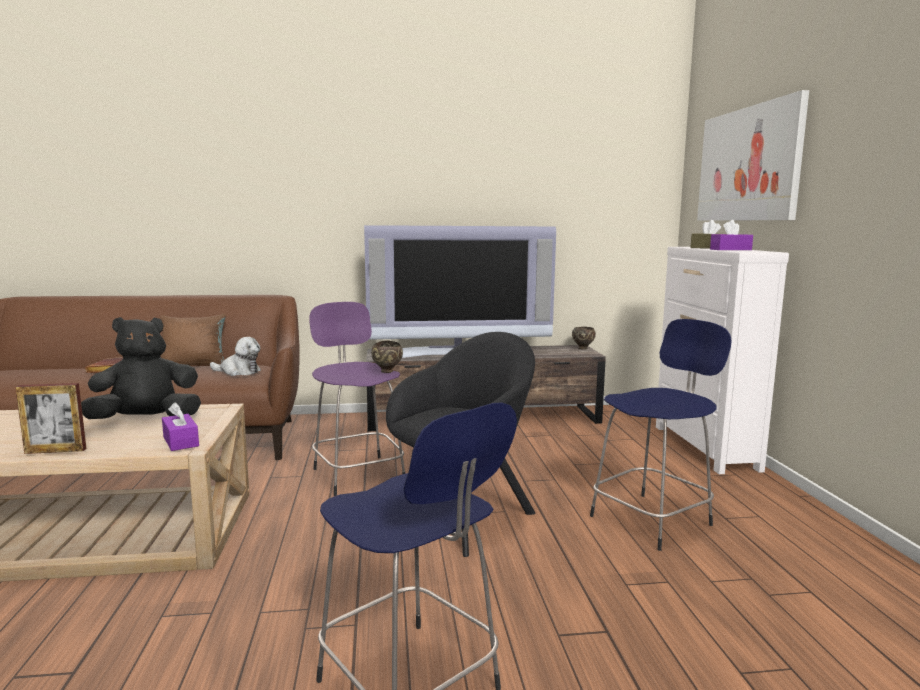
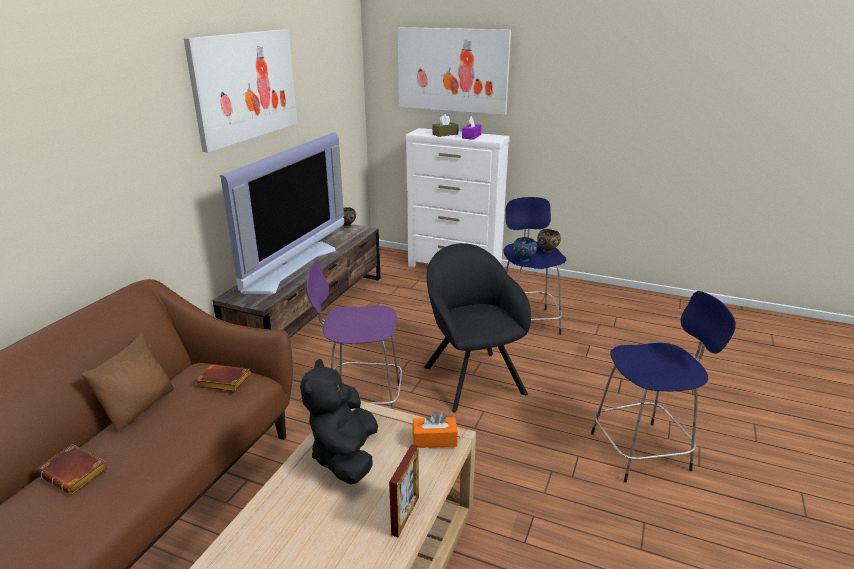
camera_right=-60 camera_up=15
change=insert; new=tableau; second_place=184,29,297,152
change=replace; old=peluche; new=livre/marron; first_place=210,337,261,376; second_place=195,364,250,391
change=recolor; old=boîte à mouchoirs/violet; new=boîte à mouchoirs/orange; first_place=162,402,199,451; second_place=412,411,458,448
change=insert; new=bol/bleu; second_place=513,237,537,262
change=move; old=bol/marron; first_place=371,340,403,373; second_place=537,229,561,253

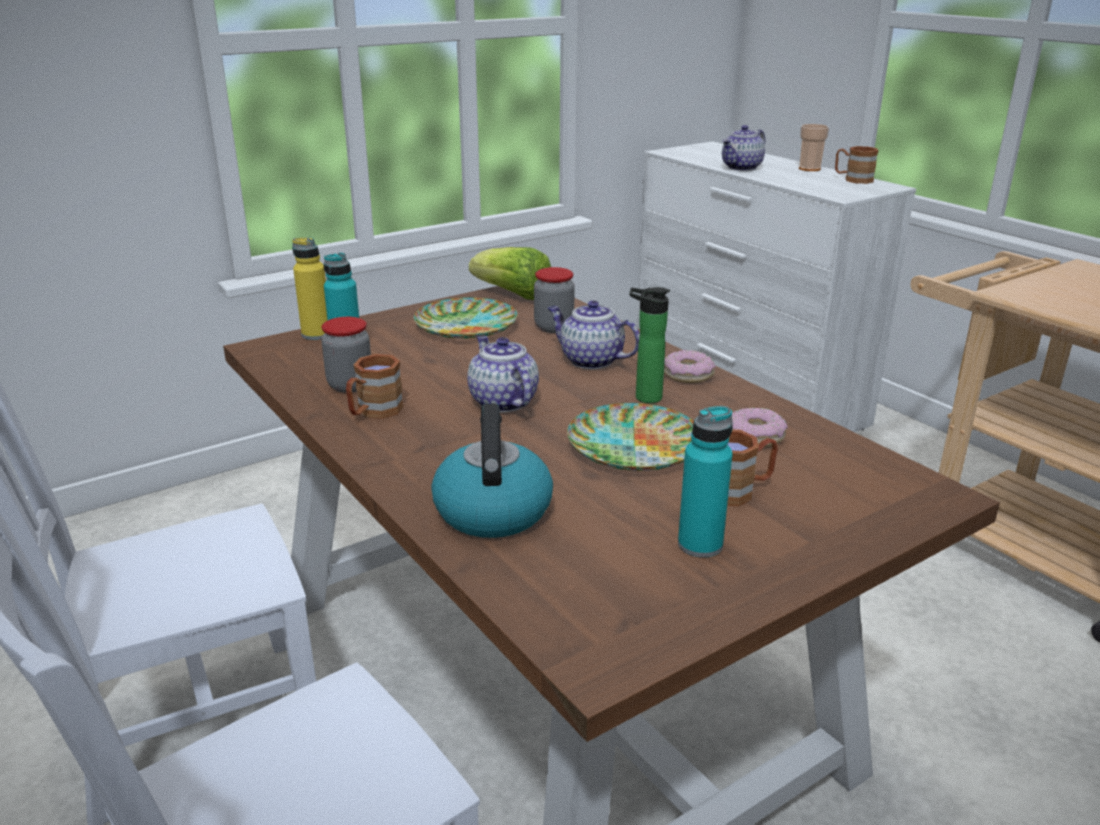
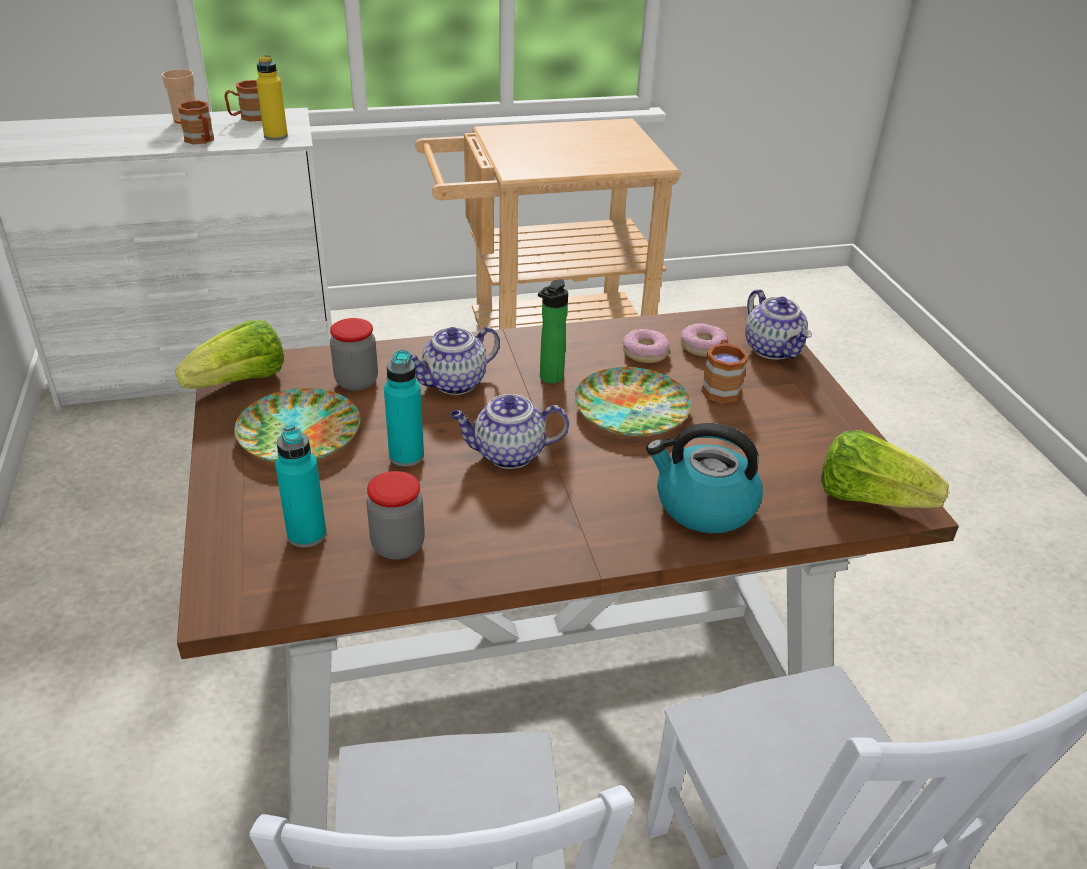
camera_right=-70 camera_up=10
change=move; old=mug/marron; first_place=346,354,404,419; second_place=178,100,214,144
change=move; old=bouteille/jaune; first_place=292,237,328,340; second_place=256,55,288,141
change=move; old=bouteille/turquoise; first_place=678,406,733,558; second_place=384,350,424,467
change=move; old=beignet; first_place=664,350,716,383; second_place=680,323,728,357
change=move; old=théière; first_place=722,125,765,171; second_place=745,289,812,360
change=insert; new=laitue; second_place=821,430,949,508

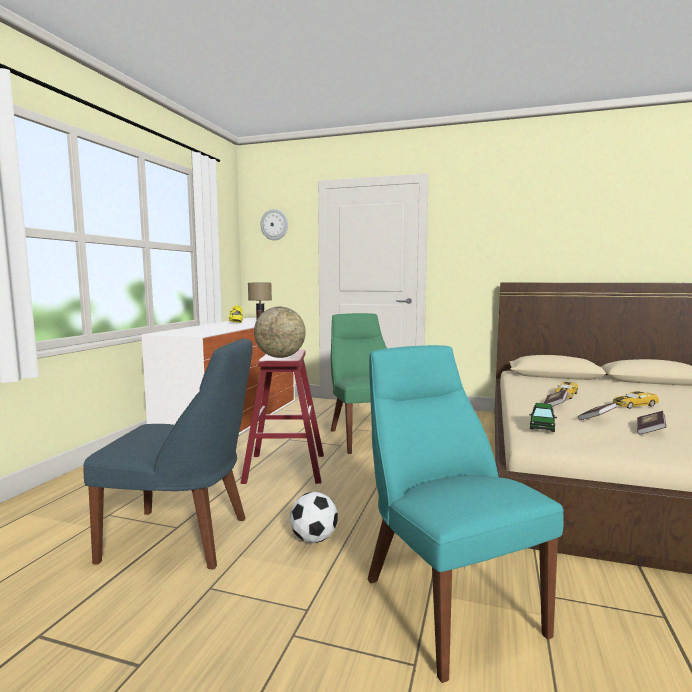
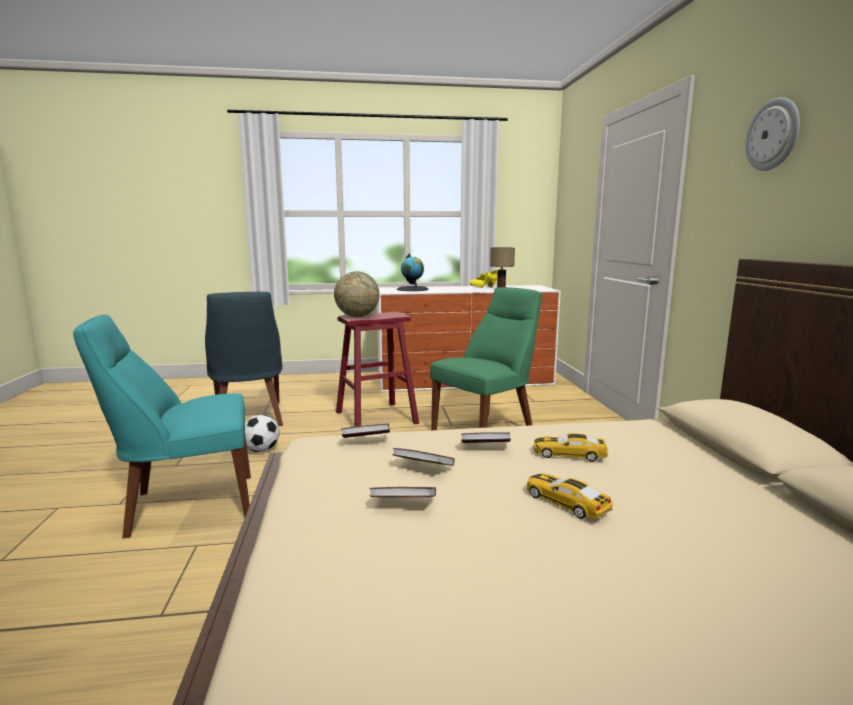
camera_right=65 camera_up=5
change=rotate; old=chaise/turquoise; first_place=368,345,564,683; second_place=73,315,251,538; degrees=-150
change=replace; old=petite voiture; new=livre; first_place=529,403,557,432; second_place=341,424,390,438
change=insert; new=globe; second_place=397,253,429,291
change=move; old=horloge murale; first_place=261,209,288,240; second_place=745,97,800,171

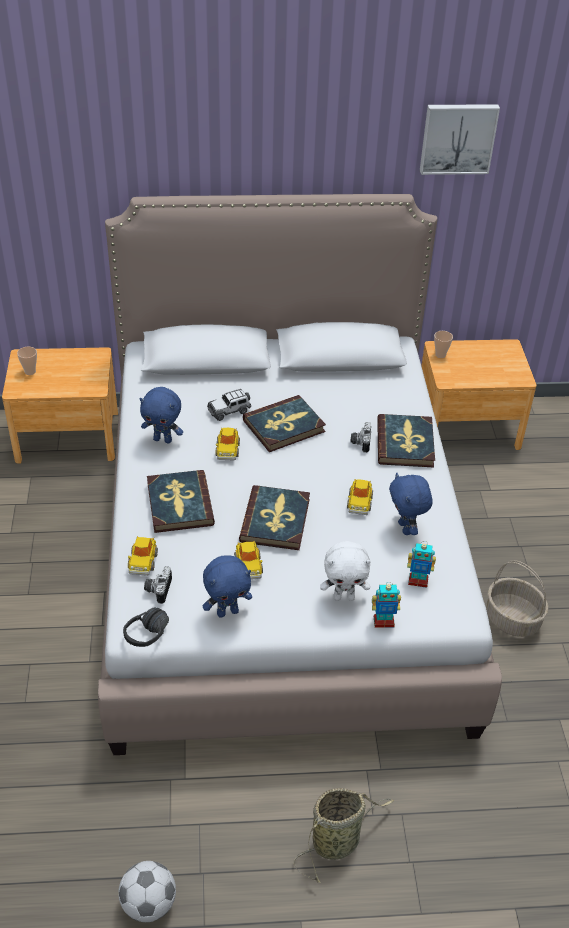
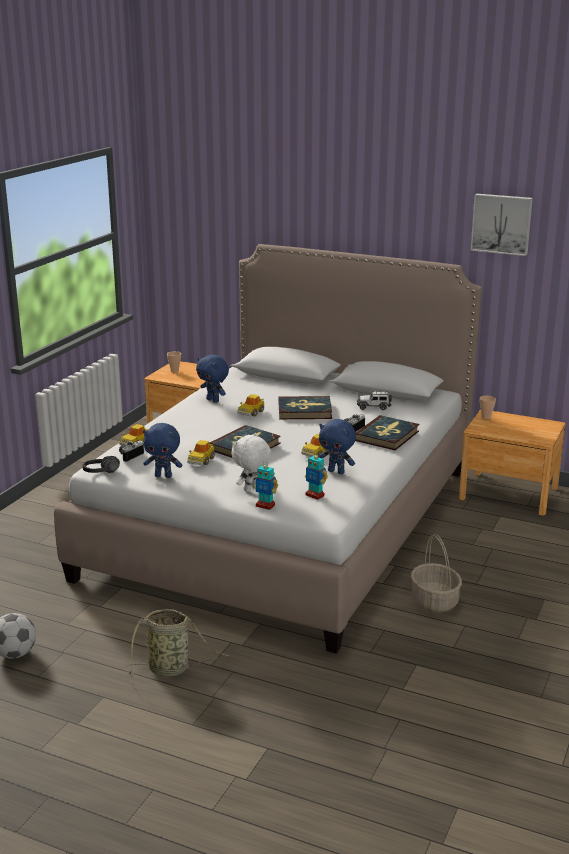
camera_right=30 camera_up=-20
change=rotate; old=peluche/blanc; first_place=320,541,371,601; second_place=231,433,271,492; degrees=105
change=rotate; old=peluche/bleu; first_place=389,473,433,535; second_place=319,419,356,474; degrees=-75
change=move; old=petite voiture; first_place=207,389,251,421; second_place=357,391,392,410
change=delete; old=livre; first_place=147,470,215,533

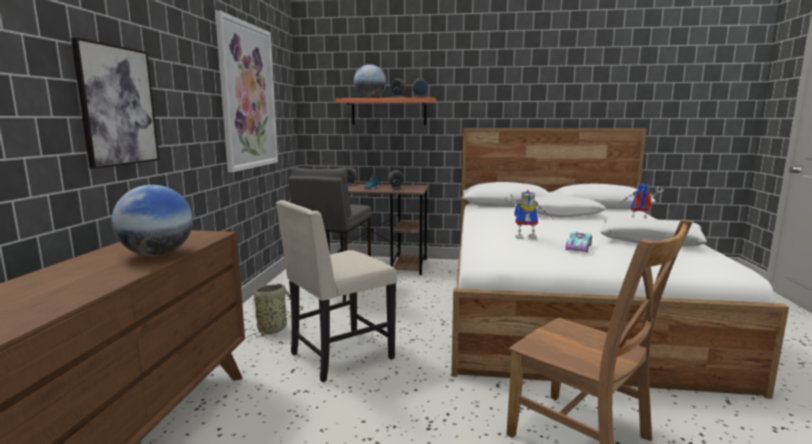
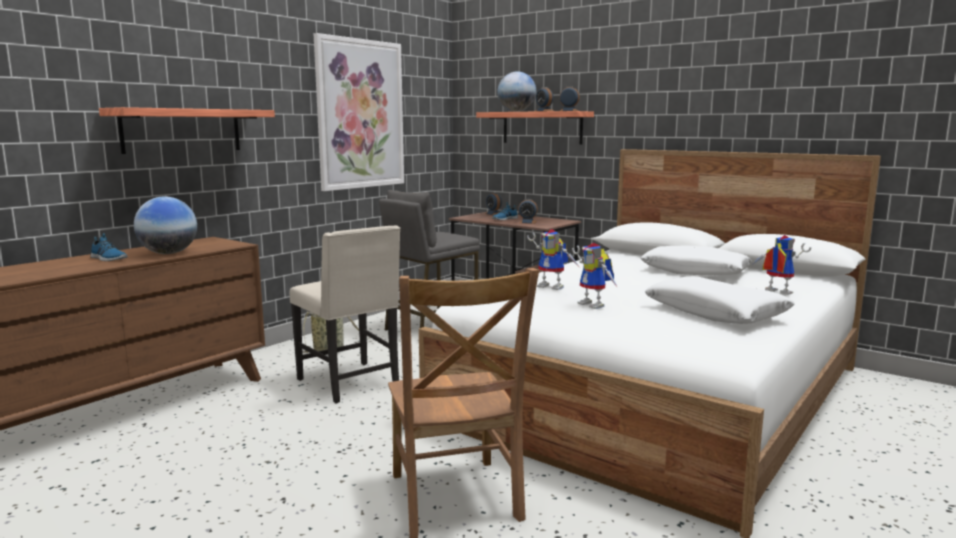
camera_right=30 camera_up=0
change=insert; new=chaussure; second_place=91,233,128,261
change=replace; old=tableau; new=étagère; first_place=71,37,159,169; second_place=99,107,275,154
change=rotate; old=chaise/beige; first_place=276,200,397,382; second_place=290,225,400,404; degrees=-120
change=replace; old=petite voiture; new=robot jouet; first_place=566,232,592,252; second_place=572,243,617,309

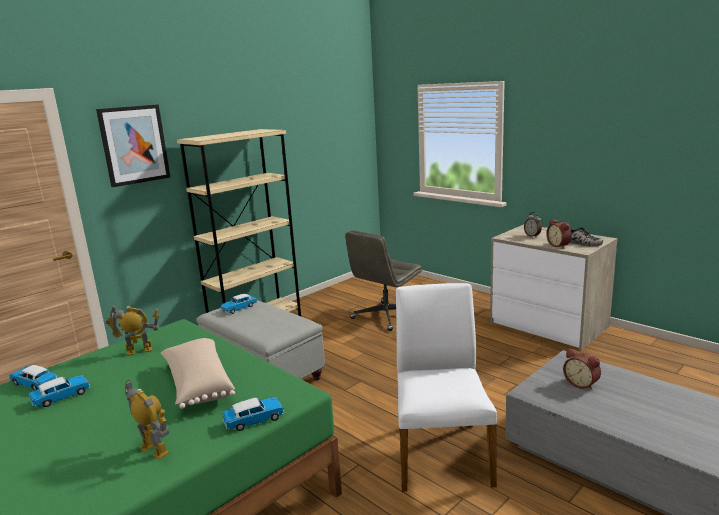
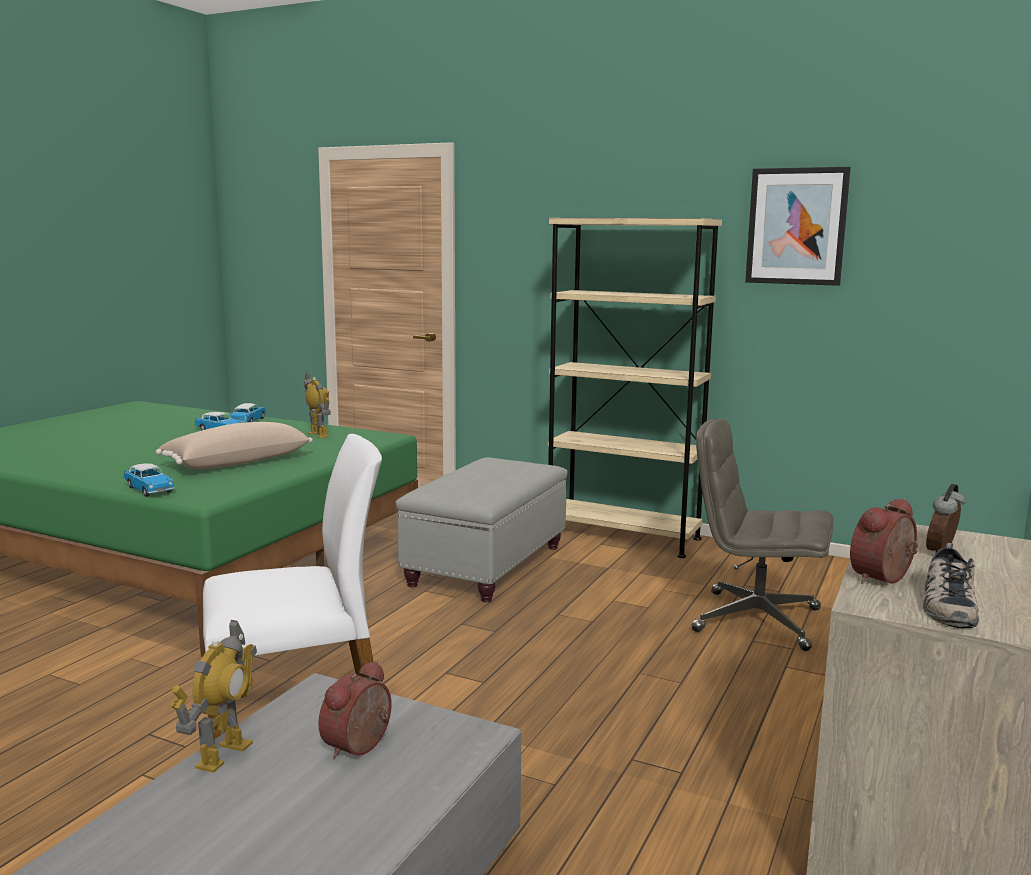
camera_right=70 camera_up=-5
change=move; old=robot jouet; first_place=125,380,170,460; second_place=171,620,257,773
change=move; old=tableau; first_place=96,104,170,187; second_place=745,167,851,286
change=delete; old=petite voiture; first_place=221,294,257,314

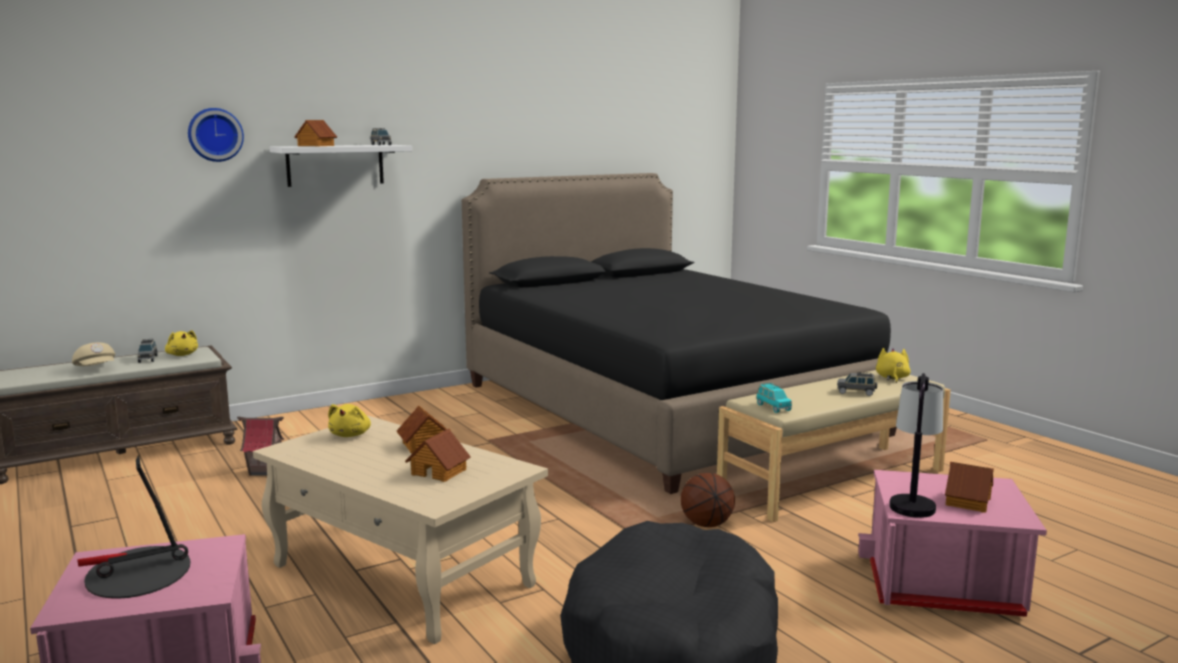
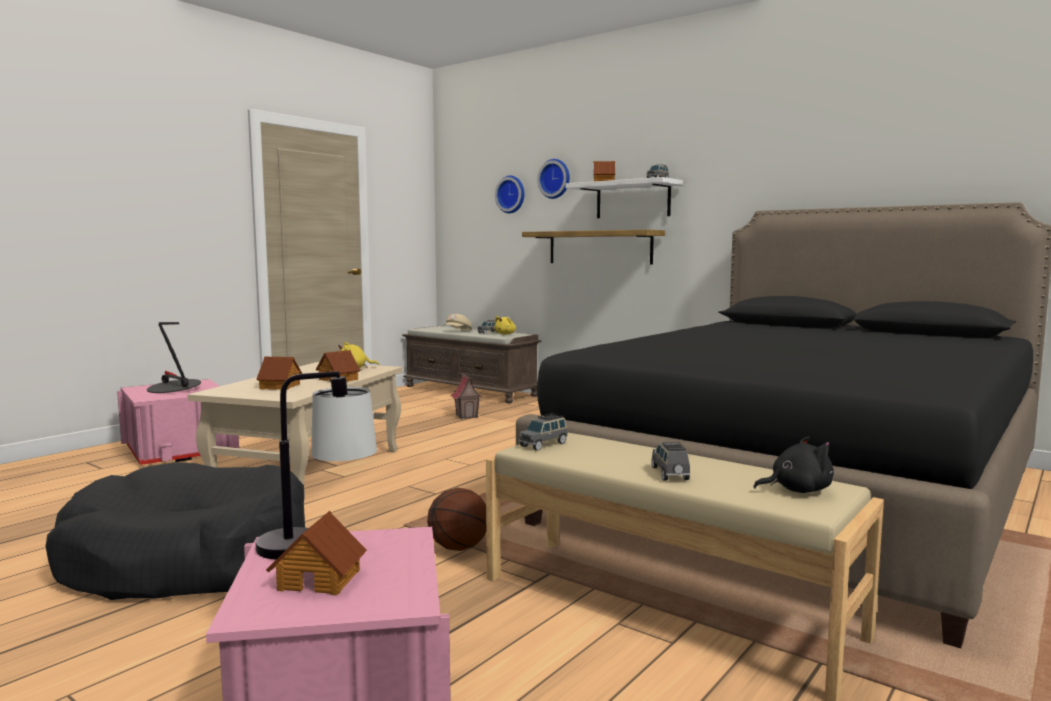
camera_right=70 camera_up=-5
change=insert; new=horloge murale; second_place=495,176,525,213
change=recolor; old=petite voiture/turquoise; new=petite voiture/gris; first_place=757,383,792,413; second_place=519,413,568,451
change=insert; new=étagère; second_place=522,230,665,265
change=recolor; old=peluche/jaune; new=peluche/noir; first_place=876,348,911,383; second_place=753,436,834,493

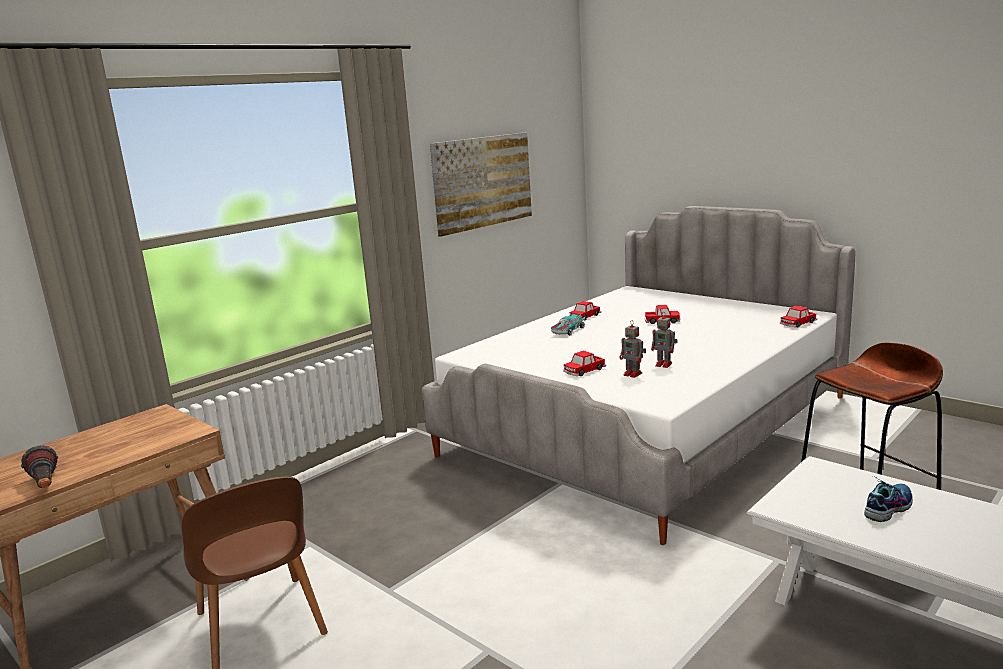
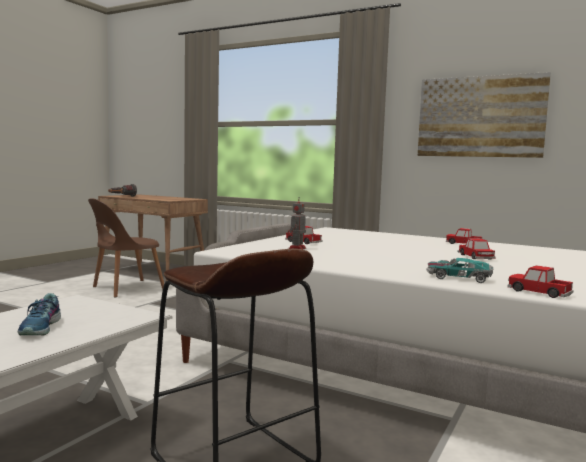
camera_right=75 camera_up=-10
change=rotate; old=chaussure; first_place=864,476,913,522; second_place=18,293,61,336; degrees=45
change=move; old=petite voiture; first_place=551,315,585,335; second_place=426,258,494,283
change=delete; old=robot jouet; first_place=651,315,678,368

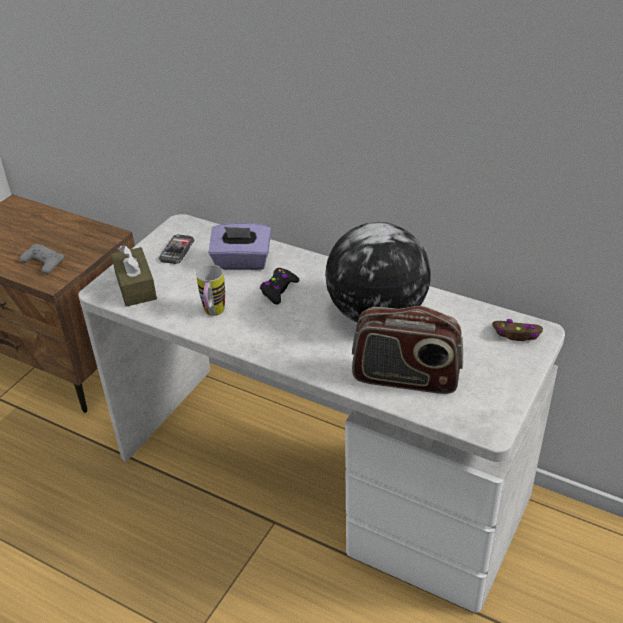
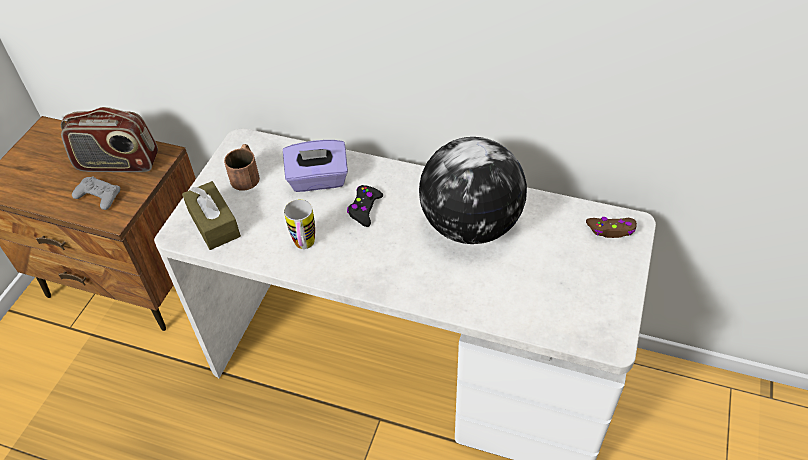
camera_right=-10 camera_up=10
change=move; old=radio; first_place=352,306,463,394; second_place=61,107,158,172
change=replace; old=téléphone; new=mug/marron; first_place=159,234,194,264; second_place=224,144,260,191

